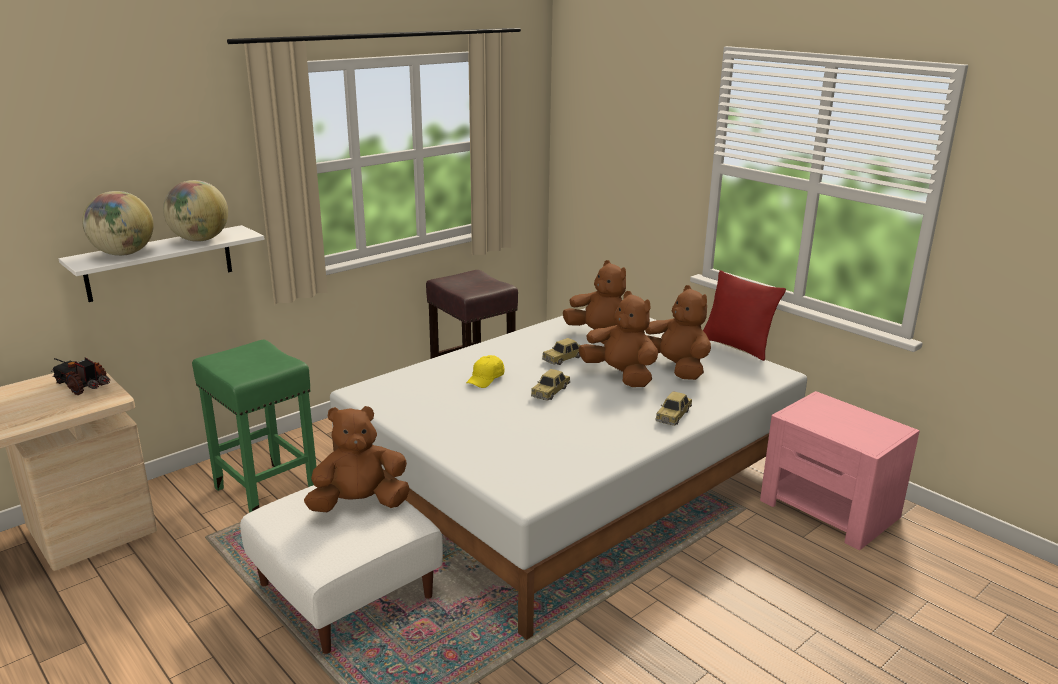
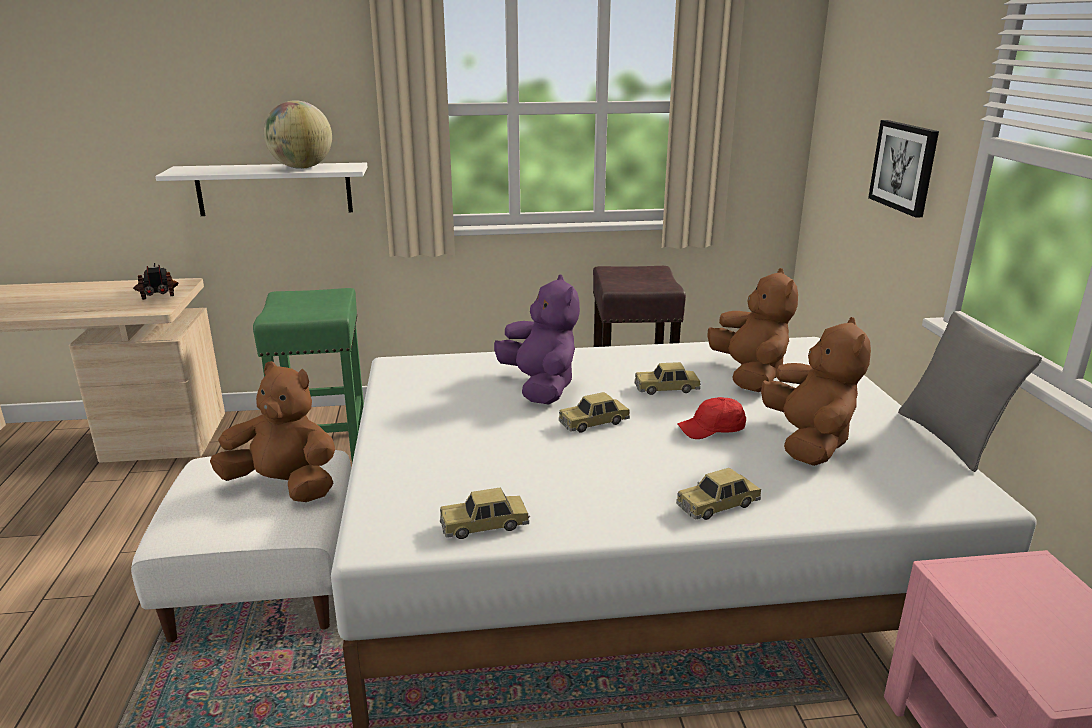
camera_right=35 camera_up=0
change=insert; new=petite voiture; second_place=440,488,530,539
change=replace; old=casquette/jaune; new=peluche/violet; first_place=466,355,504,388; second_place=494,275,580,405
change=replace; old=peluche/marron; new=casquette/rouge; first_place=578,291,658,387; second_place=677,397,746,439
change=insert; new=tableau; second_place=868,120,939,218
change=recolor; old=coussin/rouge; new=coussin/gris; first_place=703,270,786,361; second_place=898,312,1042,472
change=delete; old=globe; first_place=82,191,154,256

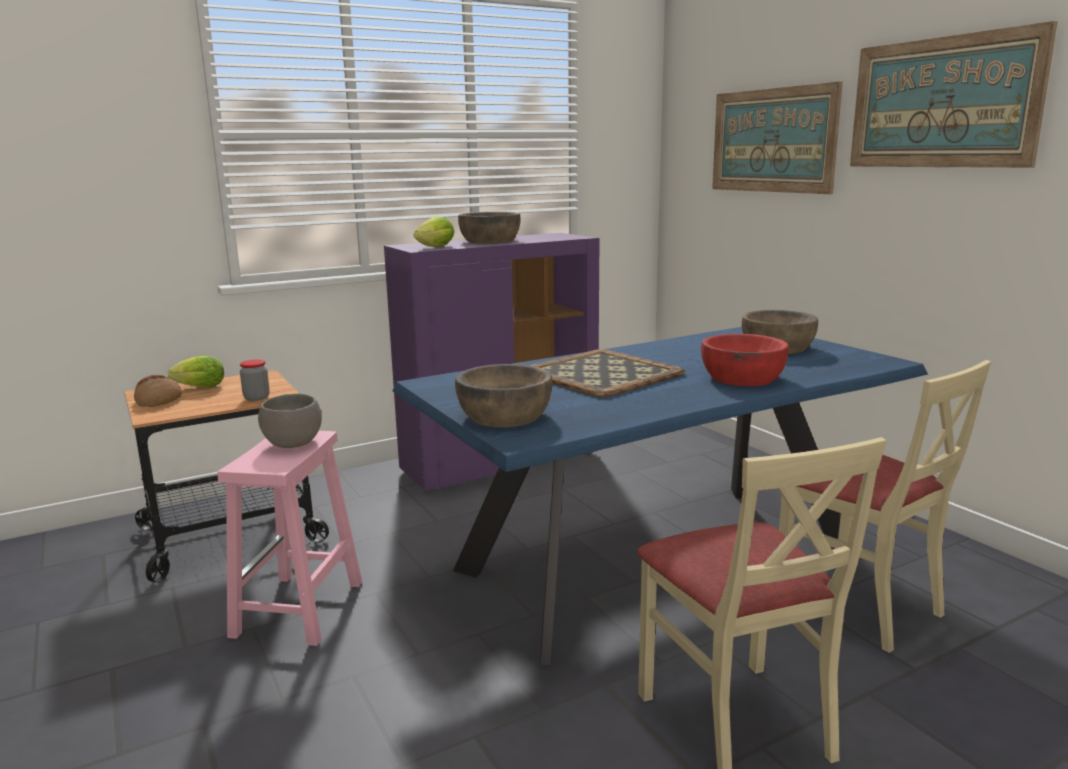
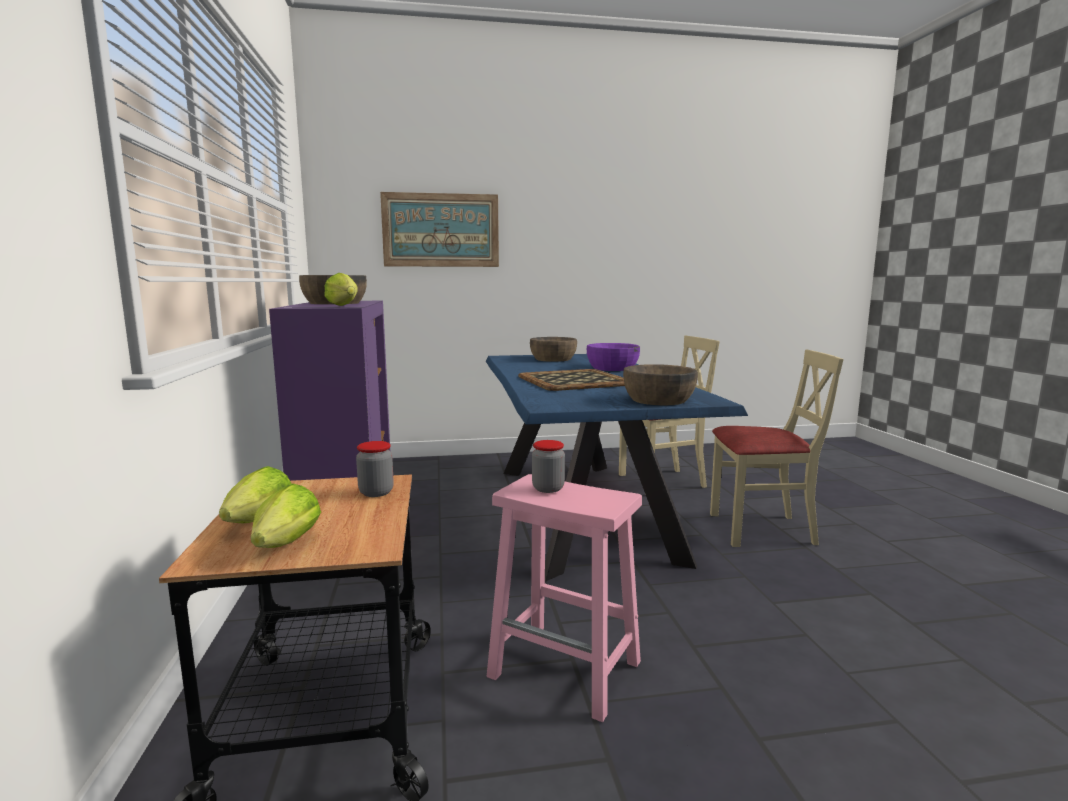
camera_right=-70 camera_up=-5
change=replace; old=pain; new=laitue; first_place=134,375,182,407; second_place=251,483,321,548
change=replace; old=bol/gris; new=bocal; first_place=258,393,322,448; second_place=532,440,565,493
change=recolor; old=bol/rouge; new=bol/violet; first_place=701,334,788,386; second_place=587,343,640,371
change=delete; old=tableau; first_place=850,21,1058,168

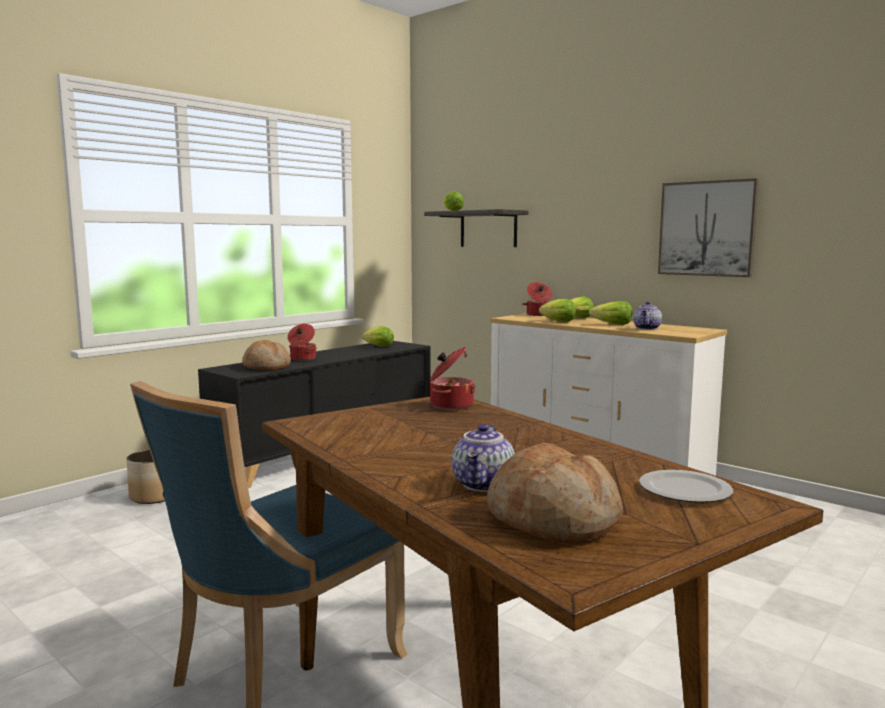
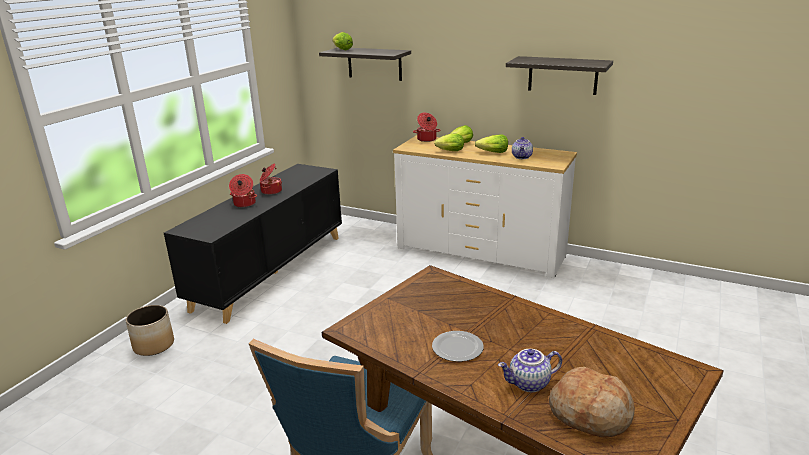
camera_right=-15 camera_up=15
change=move; old=marmite; first_place=430,347,475,410; second_place=260,164,282,195
change=move; old=assiette; first_place=639,470,733,503; second_place=432,331,484,362
change=rotate; old=théière; first_place=452,424,515,492; second_place=498,349,562,392; degrees=75
change=replace; old=tableau; new=étagère; first_place=658,178,759,277; second_place=506,56,613,95
change=delete; old=pain; first_place=242,340,291,371
change=delete; old=laitue; first_place=362,327,394,347

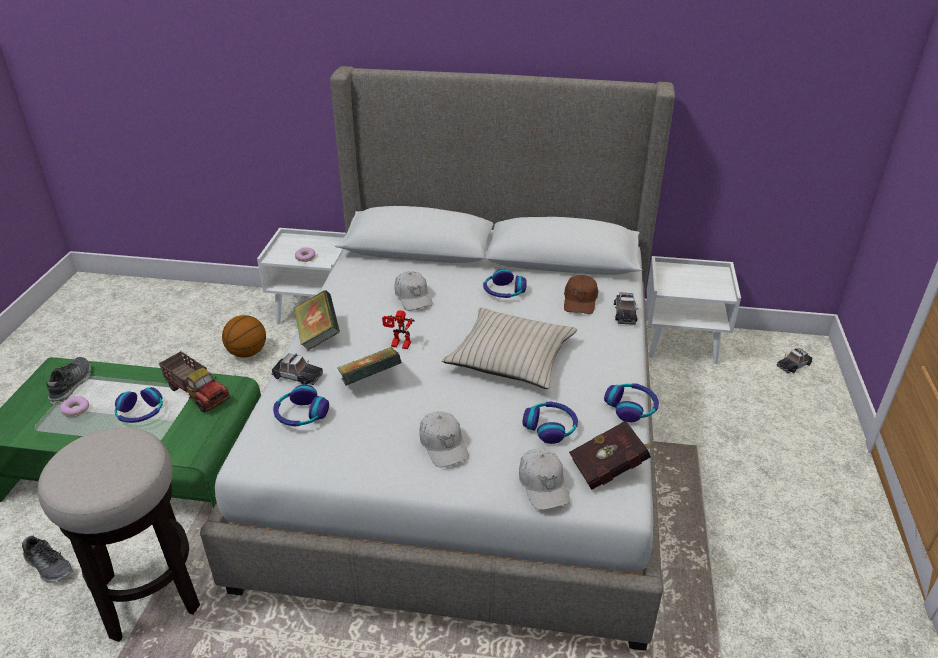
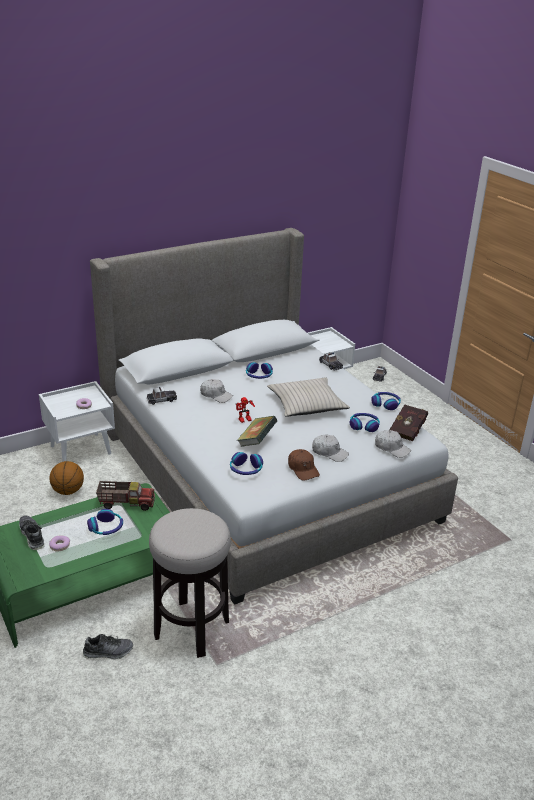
camera_right=-40 camera_up=-5
change=move; old=petite voiture; first_place=272,353,323,385; second_place=147,386,177,405
change=move; old=casquette/marron; first_place=564,275,598,314; second_place=288,449,320,481
change=delete; old=livre; first_place=294,290,340,351

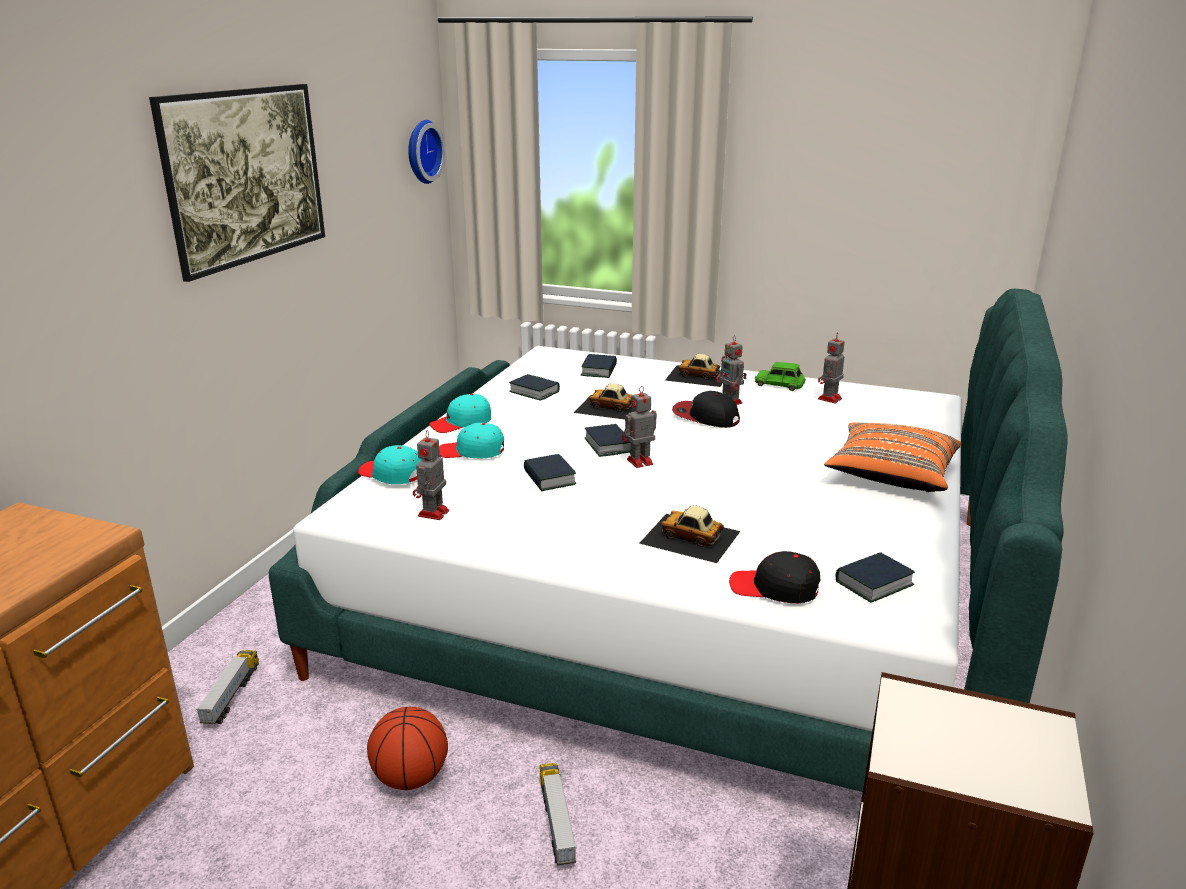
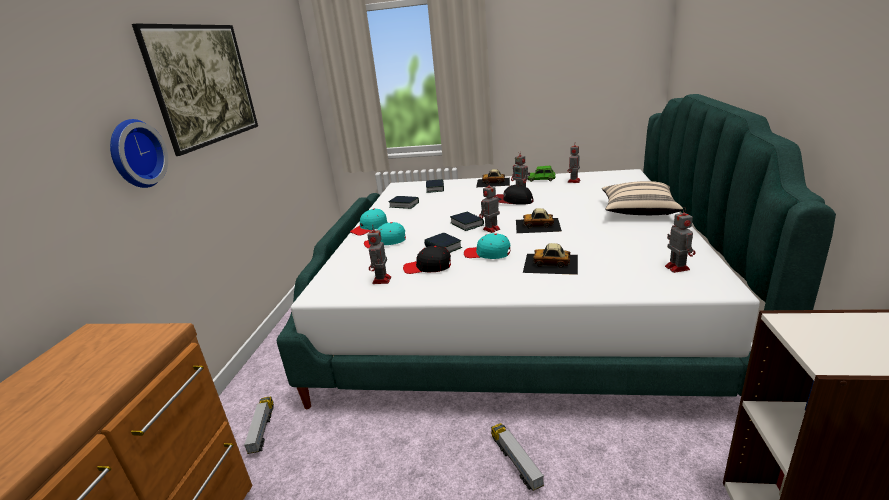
camera_right=-10 camera_up=0
change=move; old=horloge murale; first_place=408,120,445,184; second_place=110,119,168,188
change=move; old=casquette/noir; first_place=729,551,820,603; second_place=403,246,451,274
change=move; old=casquette/turquoise; first_place=358,445,422,484; second_place=464,233,510,259
change=move; old=petite voiture; first_place=574,383,635,420; second_place=516,208,562,233
change=recolor; old=coussin/orange; new=coussin/beige; first_place=824,422,961,492; second_place=602,181,683,215
change=replace; old=livre; new=robot jouet; first_place=836,552,915,603; second_place=665,207,695,273
change=delete; old=ballon de basket; first_place=367,707,448,790

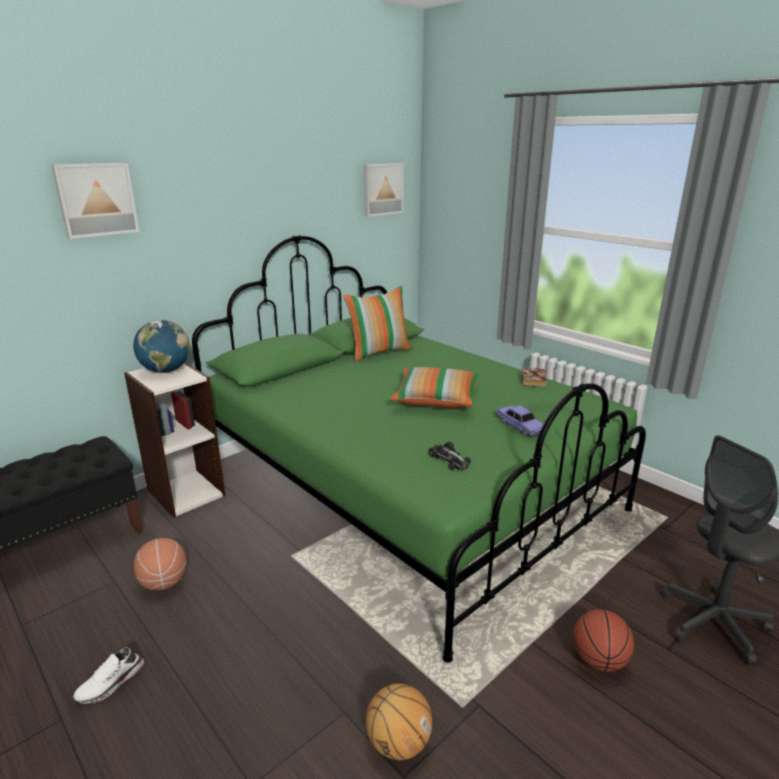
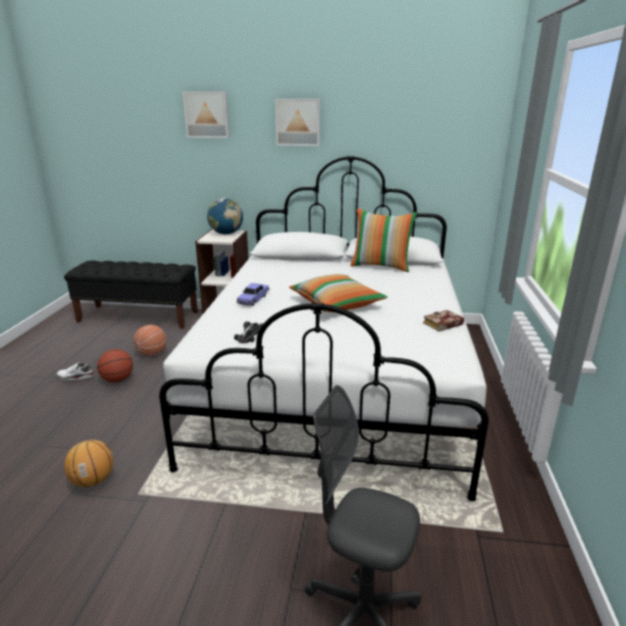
camera_right=50 camera_up=0
change=move; old=ballon de basket; first_place=573,609,634,672; second_place=97,349,133,383
change=recolor; old=lit/vert; new=lit/blanc; first_place=192,235,646,663; second_place=159,156,489,501
change=move; old=petite voiture; first_place=495,405,543,437; second_place=236,283,270,306
change=move; old=tableau; first_place=363,163,404,217; second_place=275,99,320,146

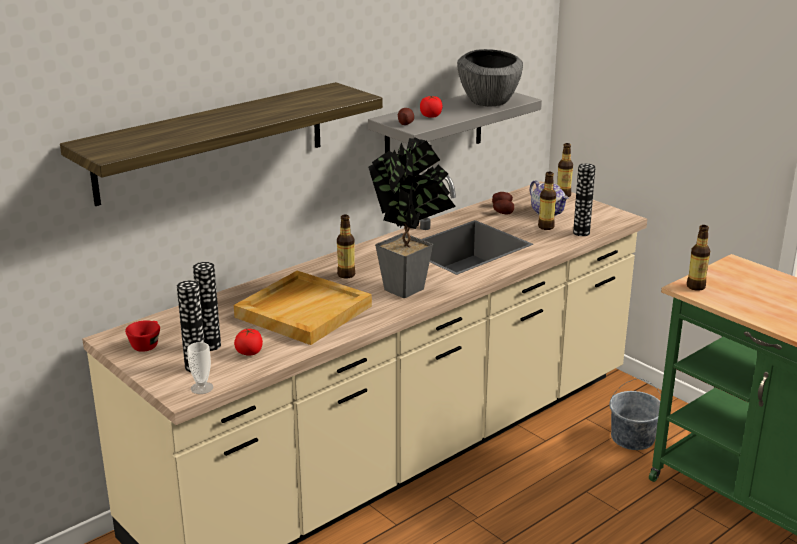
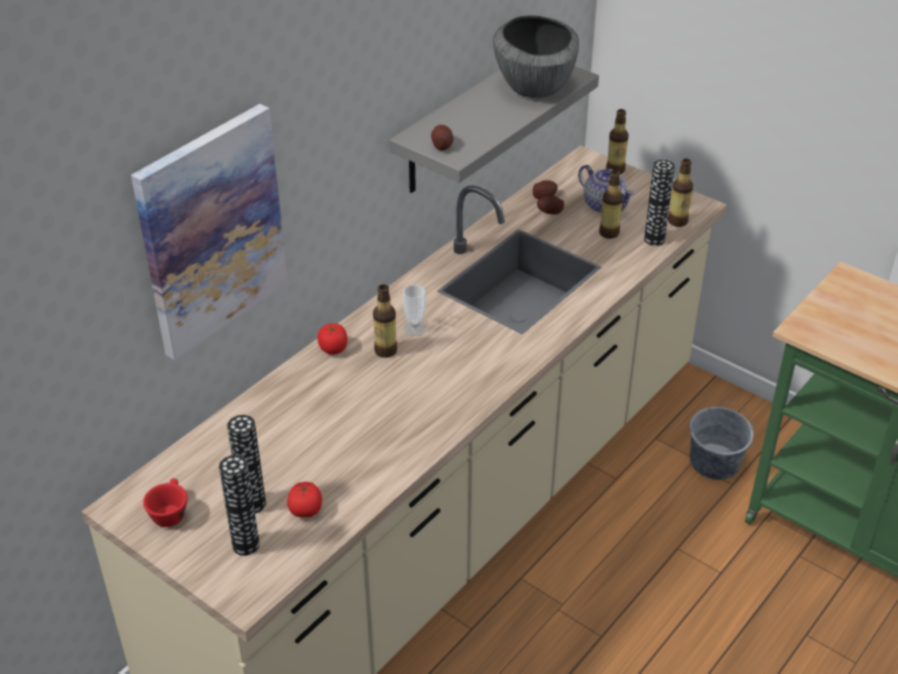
camera_right=-10 camera_up=15
change=replace; old=étagère; new=tableau; first_place=60,82,383,206; second_place=131,104,288,360
change=move; old=tomate; first_place=420,96,442,118; second_place=317,324,348,355
change=move; old=tasse; first_place=187,342,214,394; second_place=403,285,427,336
change=move; old=bouteille; first_place=687,225,710,291; second_place=668,159,693,227
change=delete; old=plateau/beige; first_place=234,271,372,345
change=delete; old=plante en pot; first_place=368,138,456,298

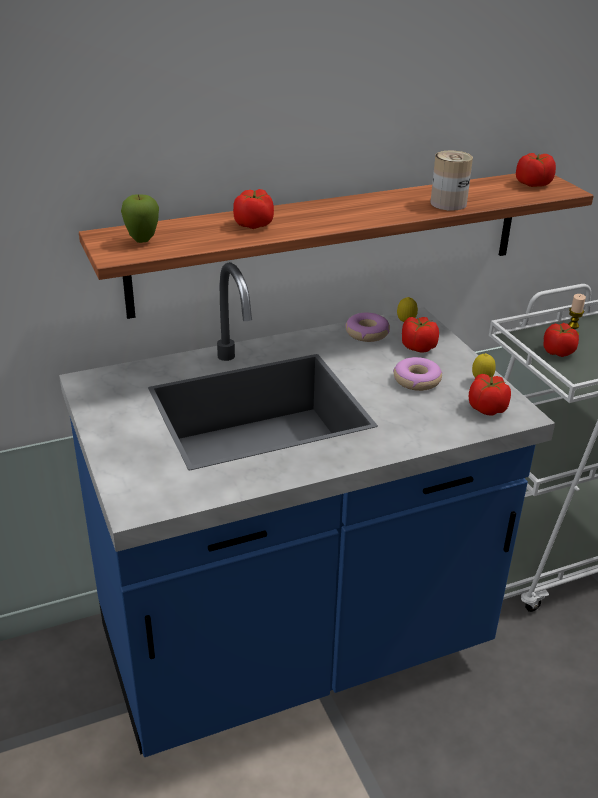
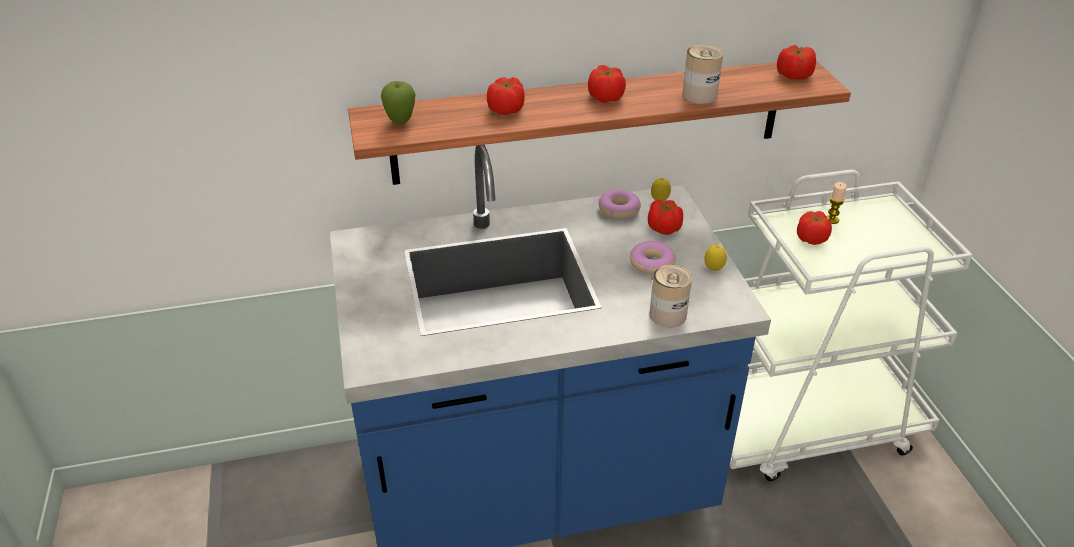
camera_right=10 camera_up=5
change=move; old=tomate; first_place=469,374,511,416; second_place=588,65,626,103
change=insert; new=boîte métallique; second_place=649,265,692,327

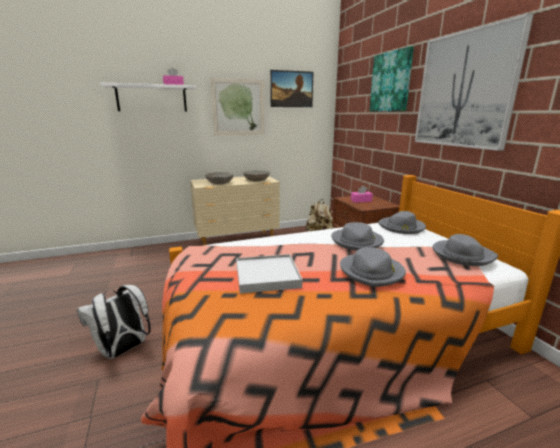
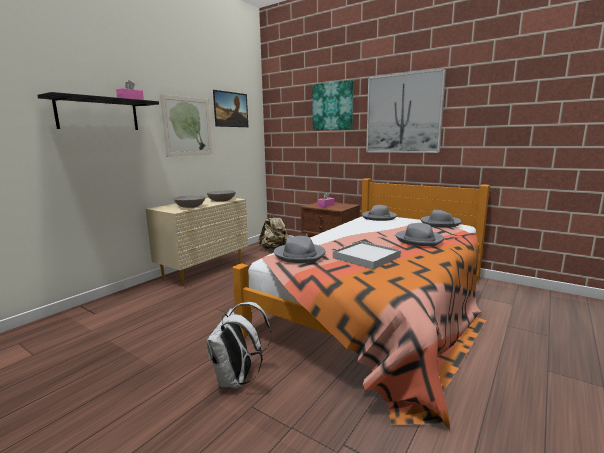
camera_right=-35 camera_up=-5
change=recolor; old=étagère/blanc; new=étagère/noir; first_place=100,82,196,111; second_place=37,92,159,130
change=move; old=chapeau/gris; first_place=331,222,384,251; second_place=274,236,326,263

